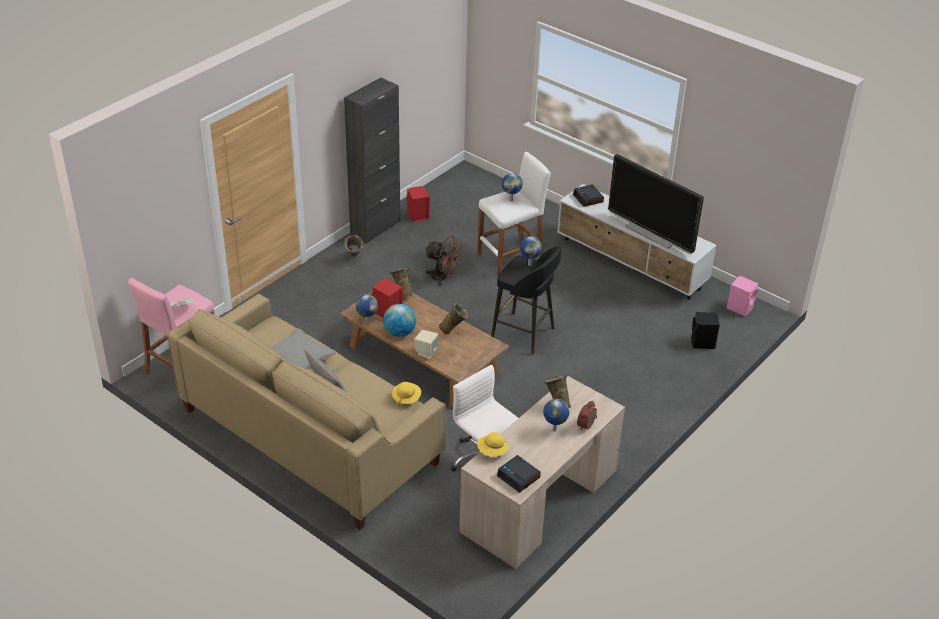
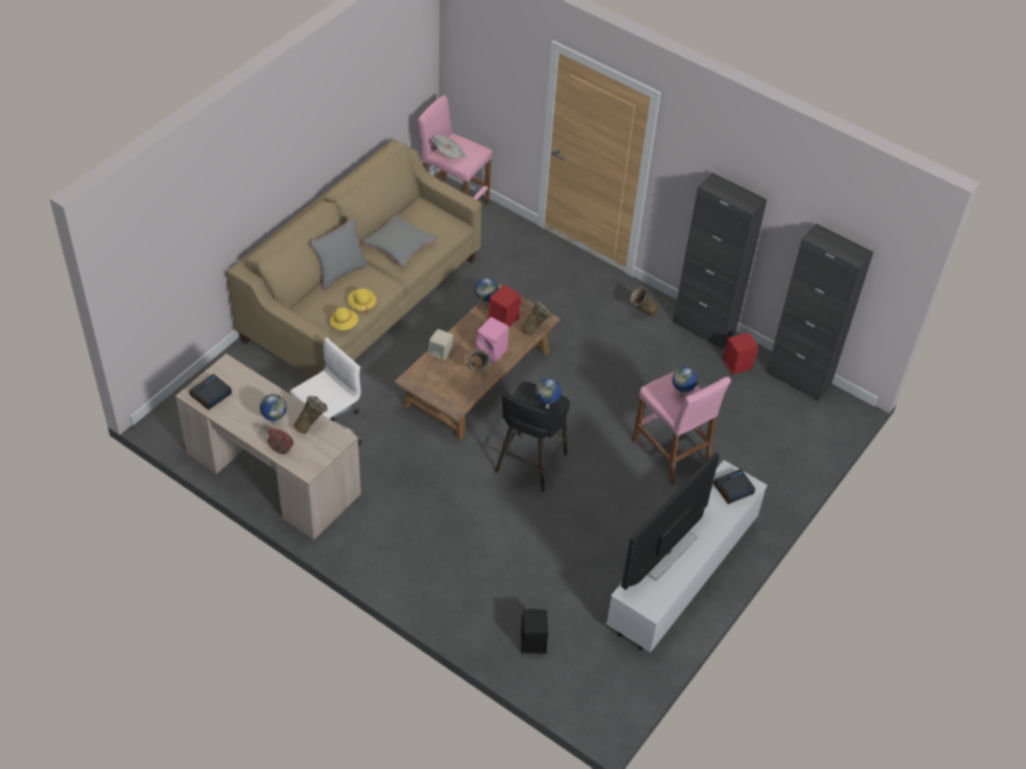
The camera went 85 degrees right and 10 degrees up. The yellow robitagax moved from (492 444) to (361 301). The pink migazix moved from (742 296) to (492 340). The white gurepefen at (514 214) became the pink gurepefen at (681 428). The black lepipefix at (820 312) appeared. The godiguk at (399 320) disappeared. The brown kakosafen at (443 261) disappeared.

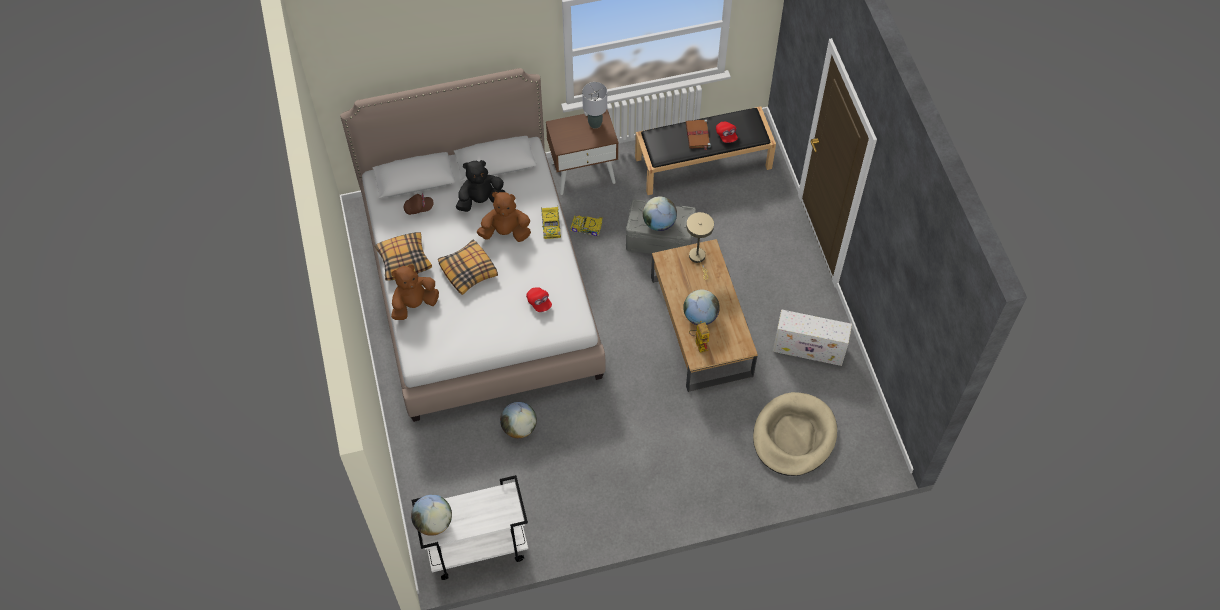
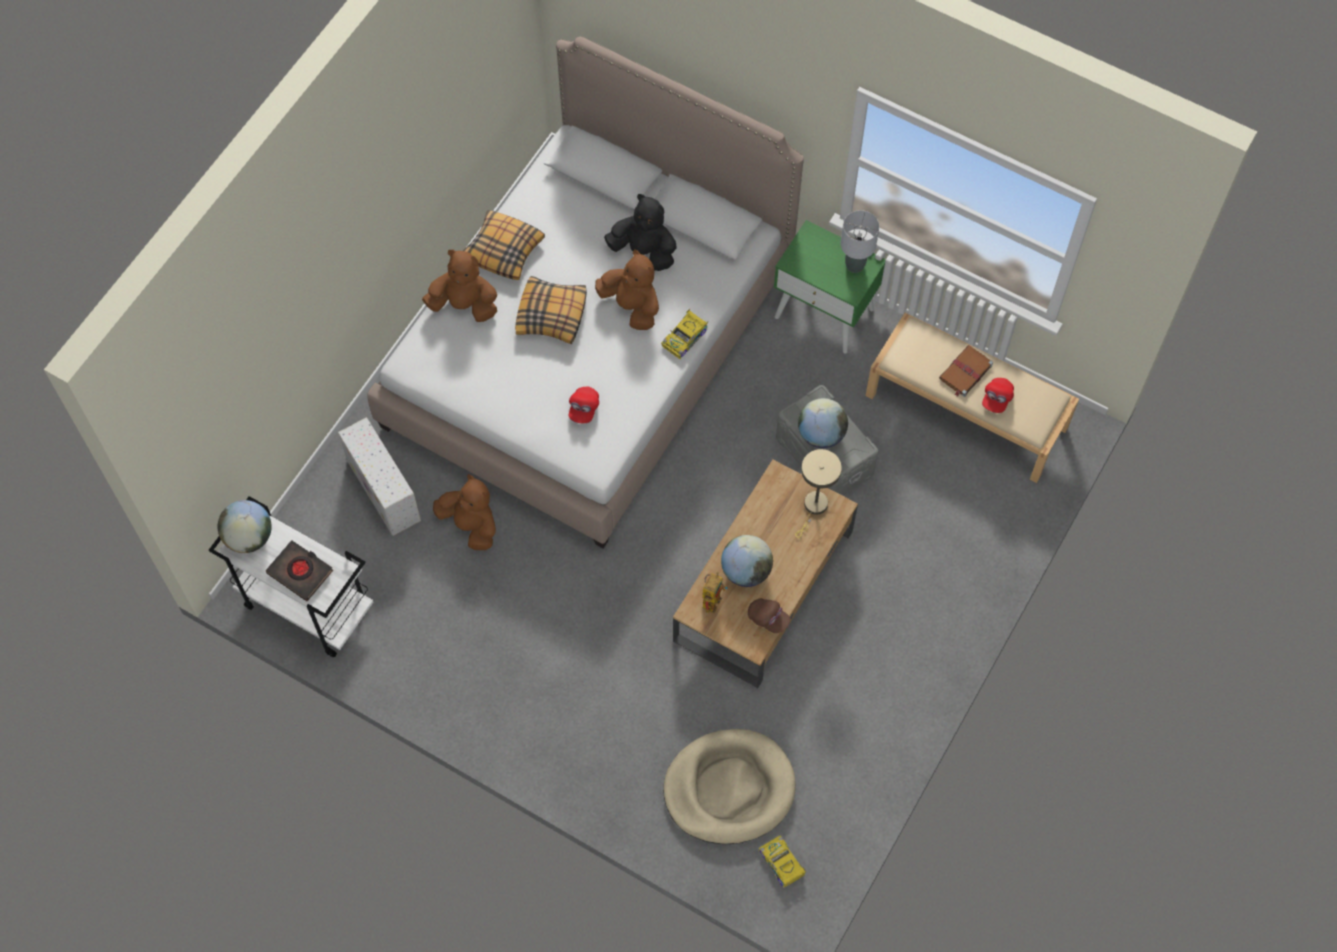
The camera went 45 degrees right and 5 degrees up. The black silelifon at (299 570) appeared. The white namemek moved from (812 337) to (379 476). The godiguk at (518 420) was replaced by the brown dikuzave at (464 512). The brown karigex moved from (418 204) to (769 615). The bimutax moved from (587 225) to (782 861). The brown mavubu at (582 152) became the green mavubu at (830 287). The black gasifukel at (705 150) became the beige gasifukel at (972 398).

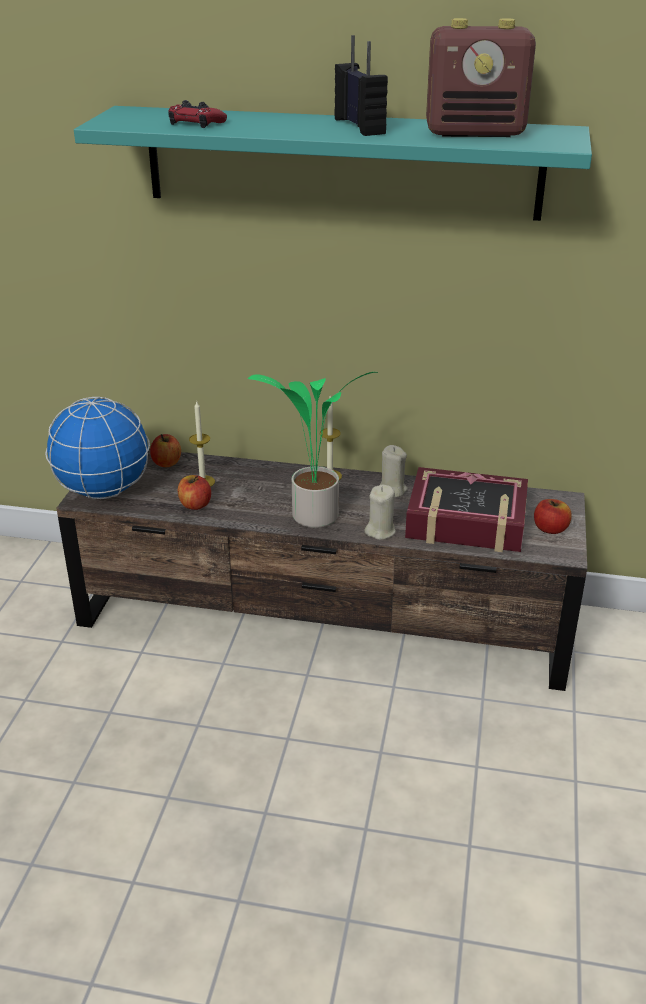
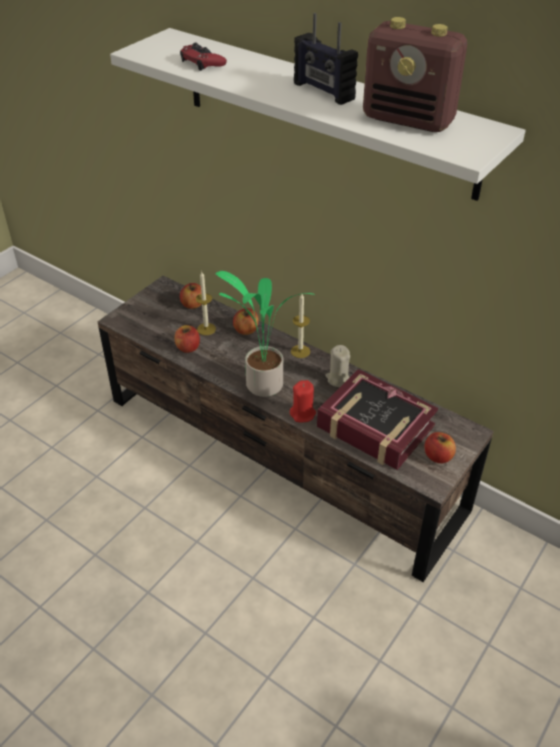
The camera went 25 degrees right and 10 degrees up. The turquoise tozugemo at (333 163) became the white tozugemo at (318 114). The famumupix at (246 321) appeared. The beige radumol at (380 512) became the red radumol at (303 401). The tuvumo at (361 85) turned 135 degrees clockwise. The godiguk at (97 448) disappeared.

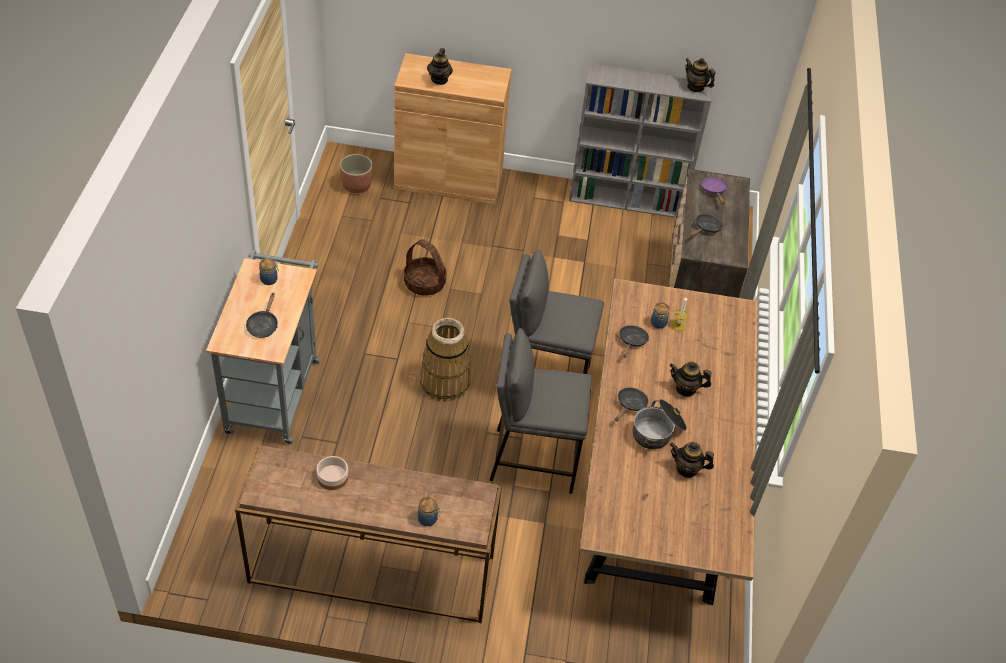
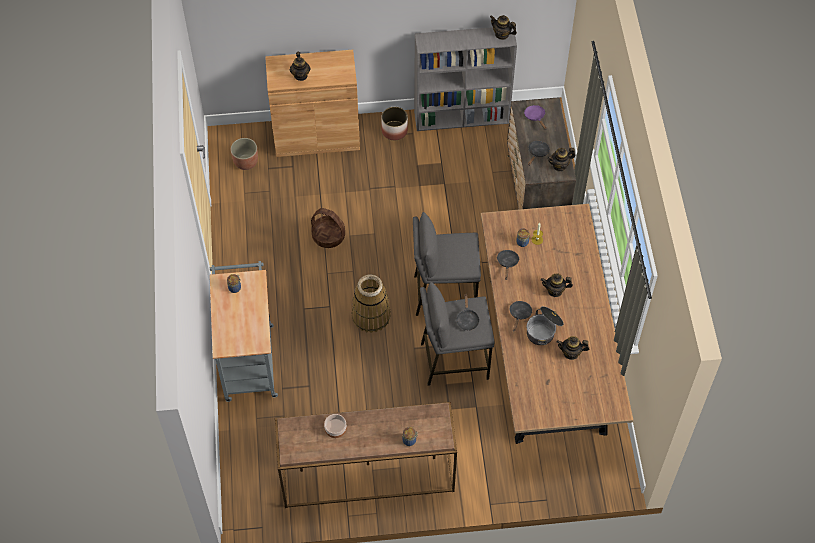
The camera went 10 degrees left and 10 degrees up. The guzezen at (394 123) appeared. The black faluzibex moved from (262 315) to (468 312). The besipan at (561 159) appeared.

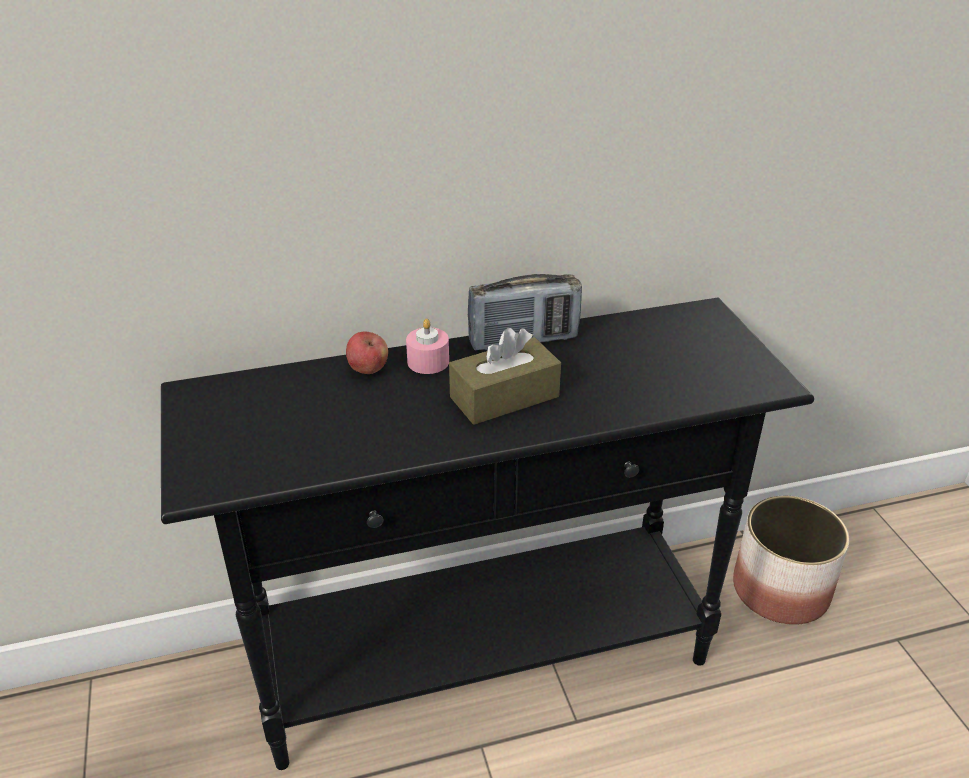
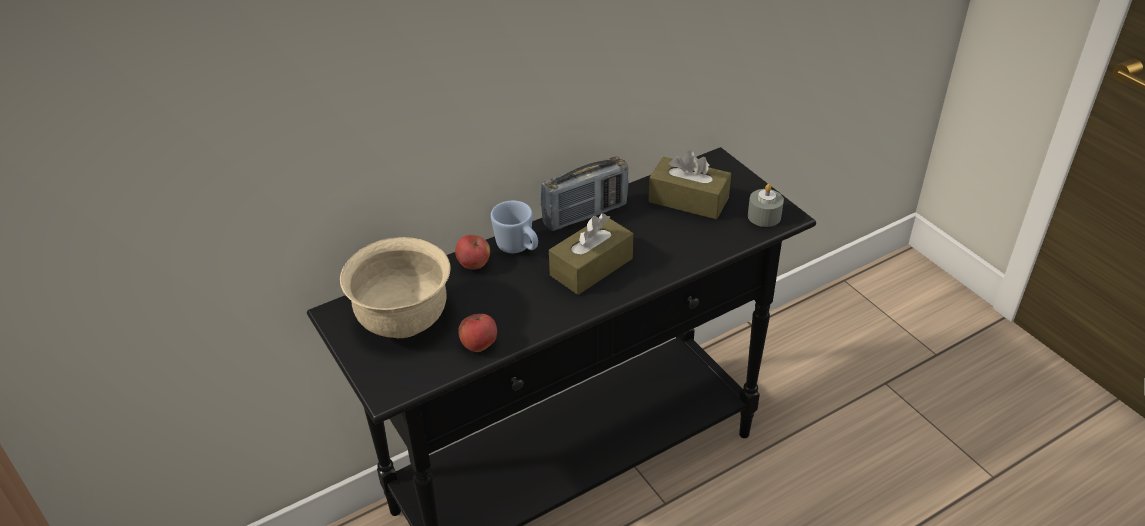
The camera went 15 degrees left and 5 degrees up. The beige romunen at (395 287) appeared. The famumupix at (477 333) appeared. The pink radumol at (427 346) was replaced by the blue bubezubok at (514 227). The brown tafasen at (690 185) appeared. The grey radumol at (766 205) appeared. The guzezen at (791 560) disappeared.

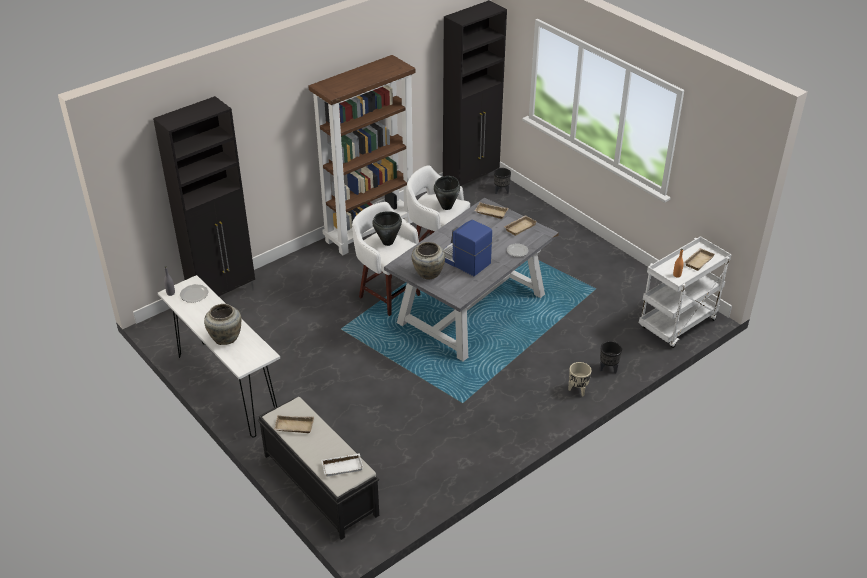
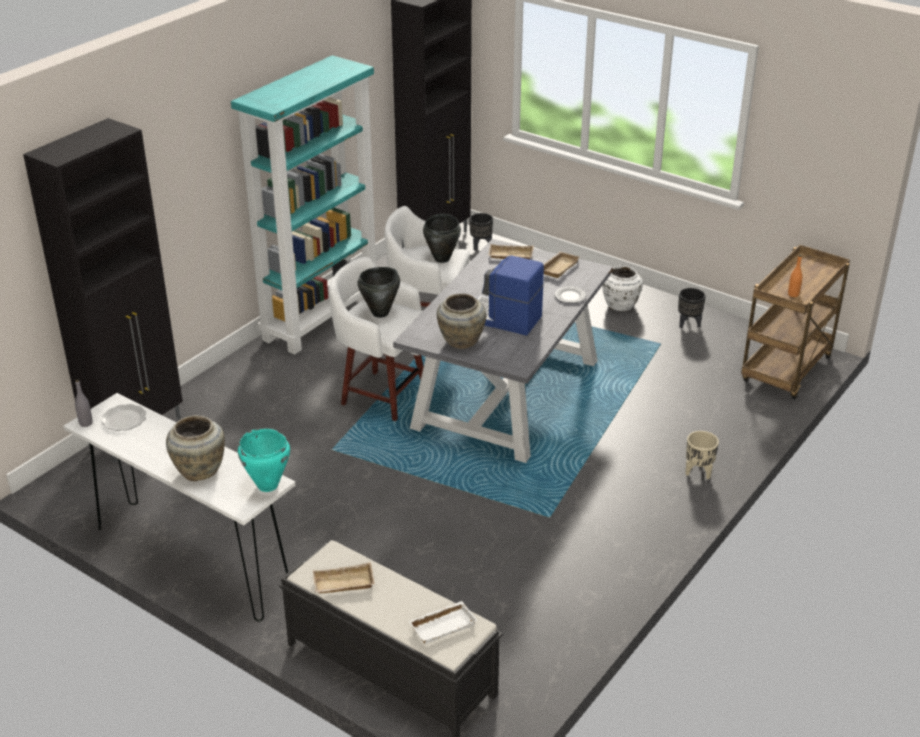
The camera went 15 degrees left and 5 degrees down. The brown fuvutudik at (362 155) became the turquoise fuvutudik at (303 205). The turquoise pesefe at (264 460) appeared. The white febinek at (622 288) appeared. The black guzezen moved from (611 357) to (692 308). The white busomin at (685 292) became the brown busomin at (795 322). The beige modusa at (700 259) disappeared.

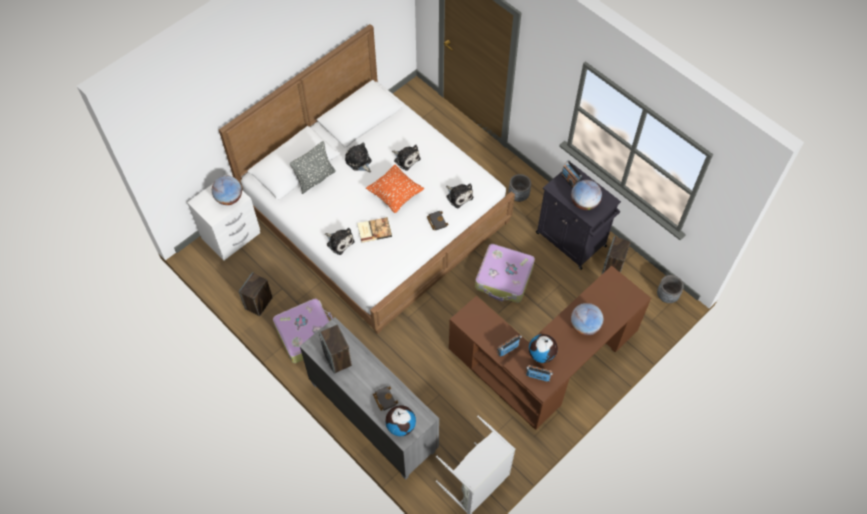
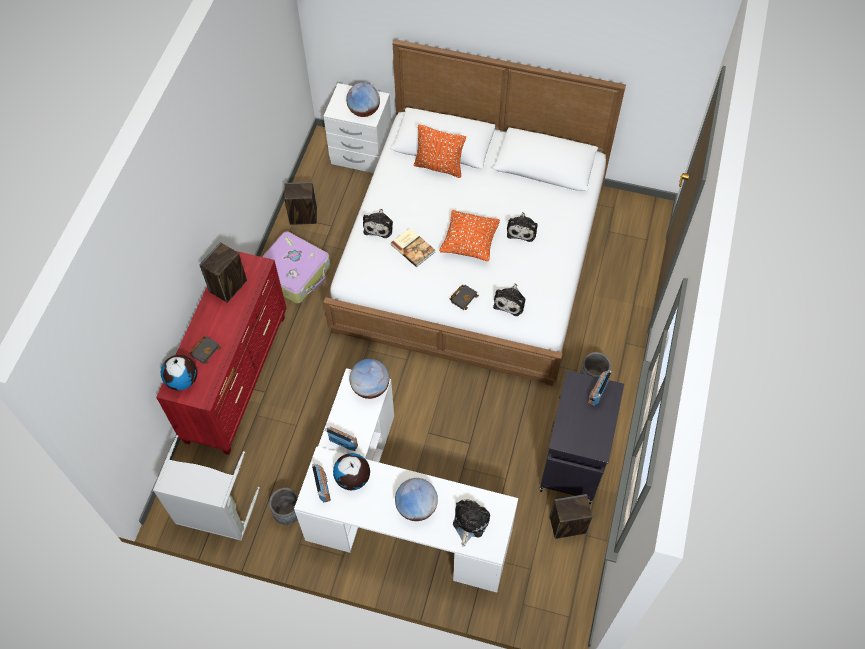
The camera went 60 degrees right and 0 degrees up. The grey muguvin at (369 398) became the red muguvin at (221 353). The grey guzezen moved from (670 289) to (283 506). The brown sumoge at (550 348) became the white sumoge at (406 480). The godiguk moved from (586 195) to (369 379). The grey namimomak at (313 167) became the orange namimomak at (440 151). The dikuzave moved from (358 157) to (471 523). The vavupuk at (505 273) disappeared.

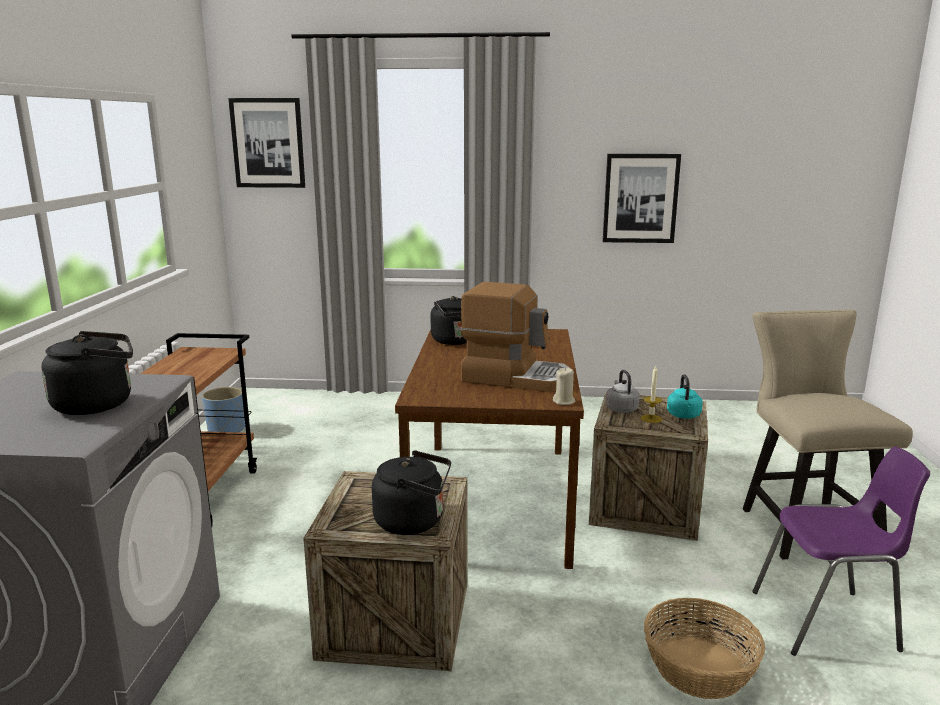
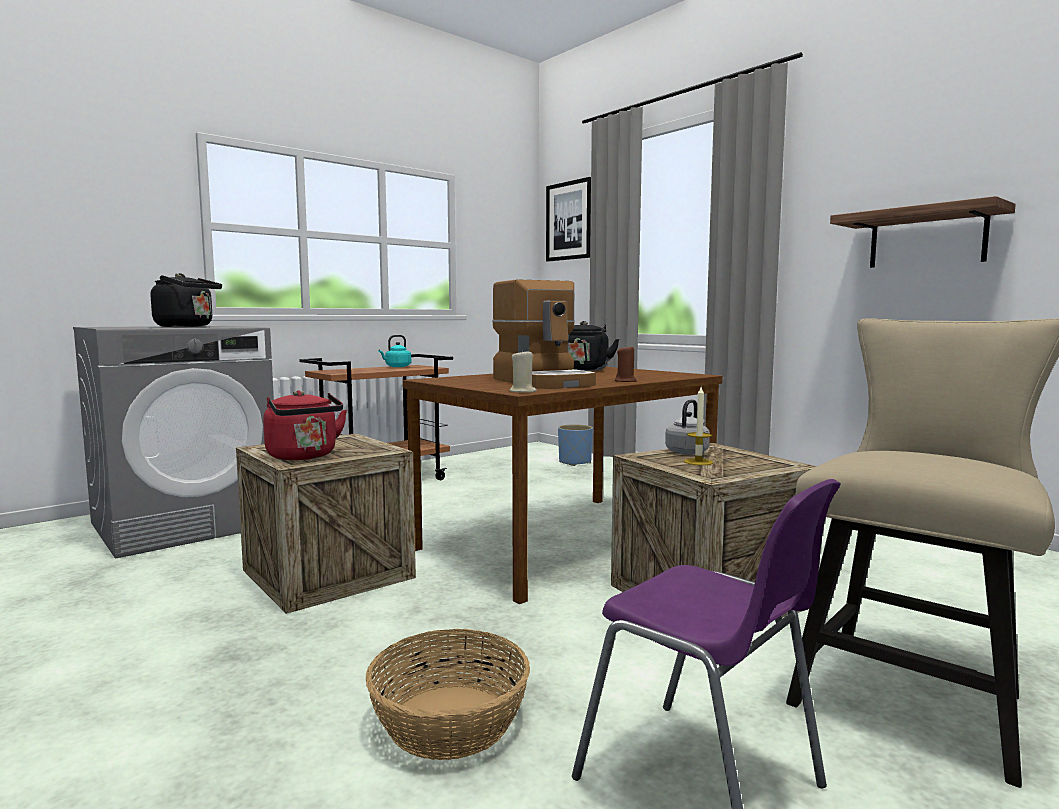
The camera went 45 degrees right and 10 degrees down. The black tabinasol at (411 492) became the red tabinasol at (305 425). The turquoise tabinasol moved from (685 396) to (394 351). The blue guzezen moved from (223 409) to (575 445). The brown radumol at (626 364) appeared. The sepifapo at (642 198) was replaced by the tozugemo at (923 232).

